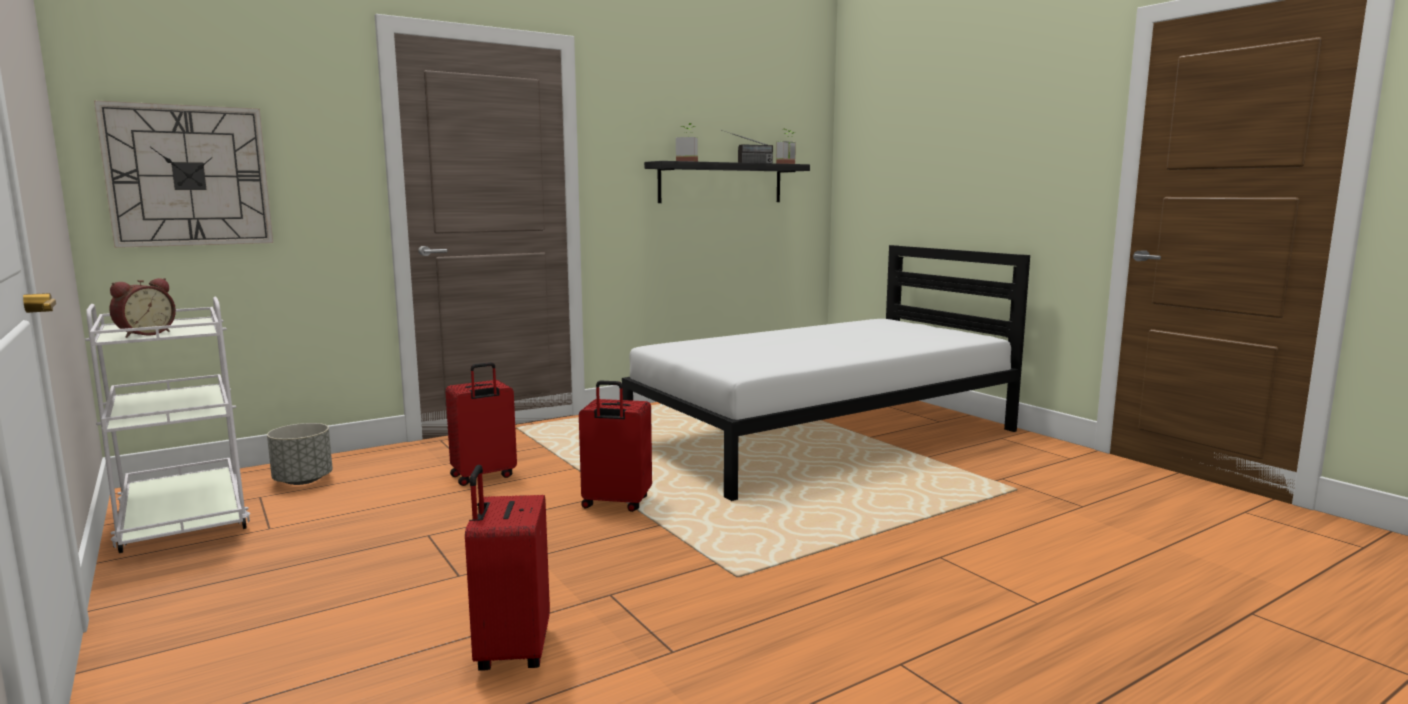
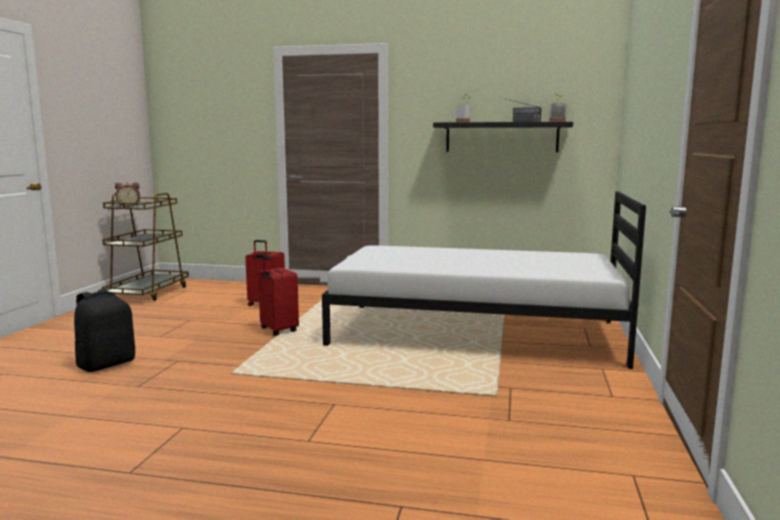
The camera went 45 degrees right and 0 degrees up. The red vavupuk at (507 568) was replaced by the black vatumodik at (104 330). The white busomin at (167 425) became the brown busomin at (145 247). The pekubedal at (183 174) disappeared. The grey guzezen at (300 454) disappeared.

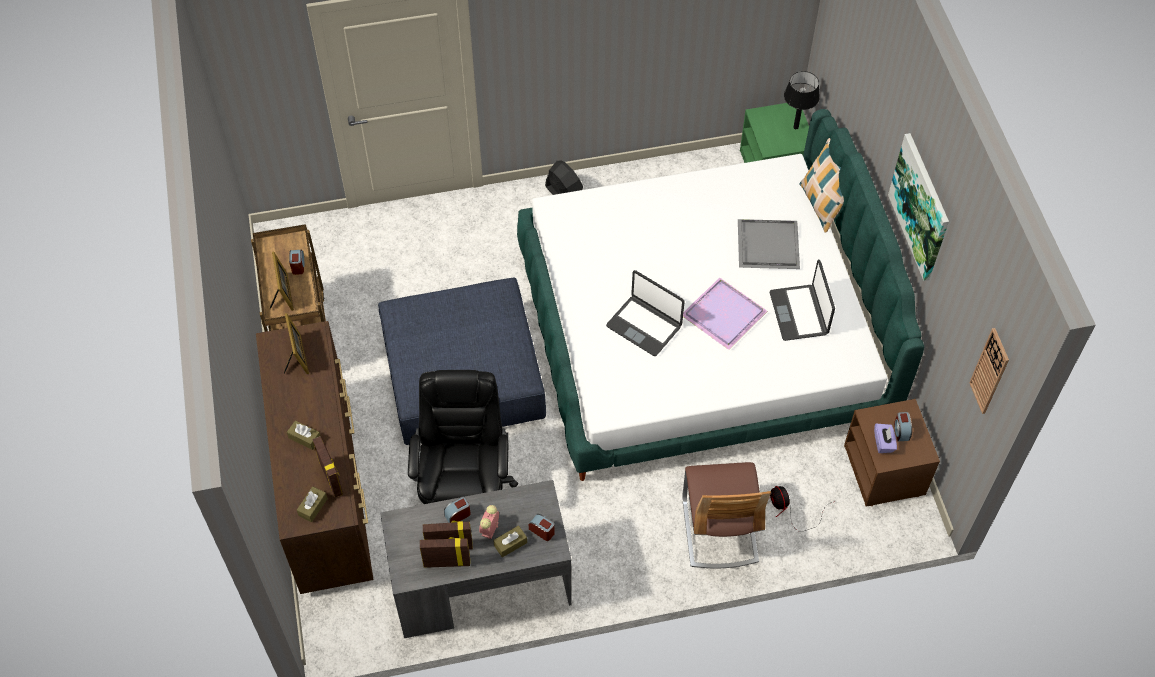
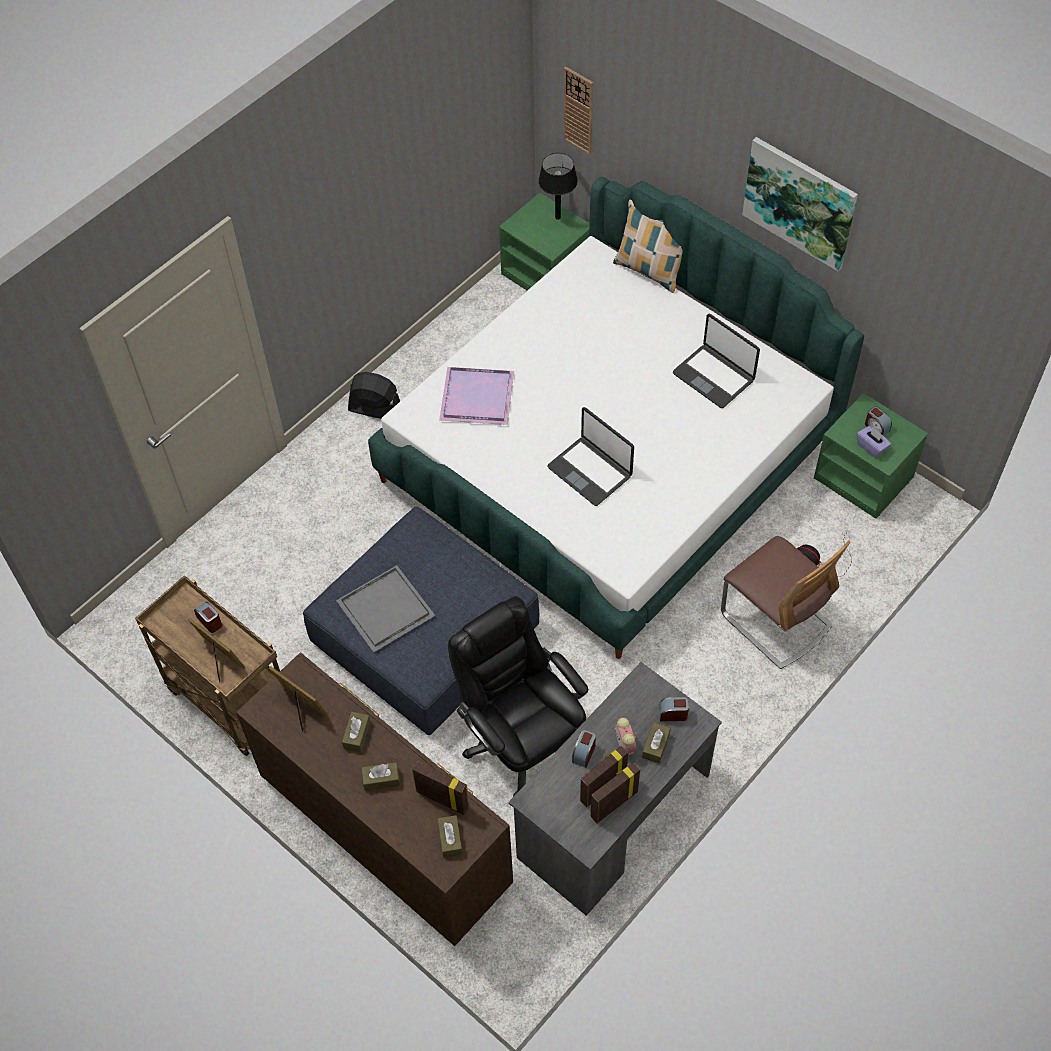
The camera went 35 degrees left and 0 degrees up. The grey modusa moved from (769 244) to (385 608). The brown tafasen at (356 732) appeared. The purple modusa moved from (725 314) to (476 396). The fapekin at (645 313) turned 45 degrees clockwise. The pekubedal moved from (989 371) to (578 111). The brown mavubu at (892 453) became the green mavubu at (871 456).

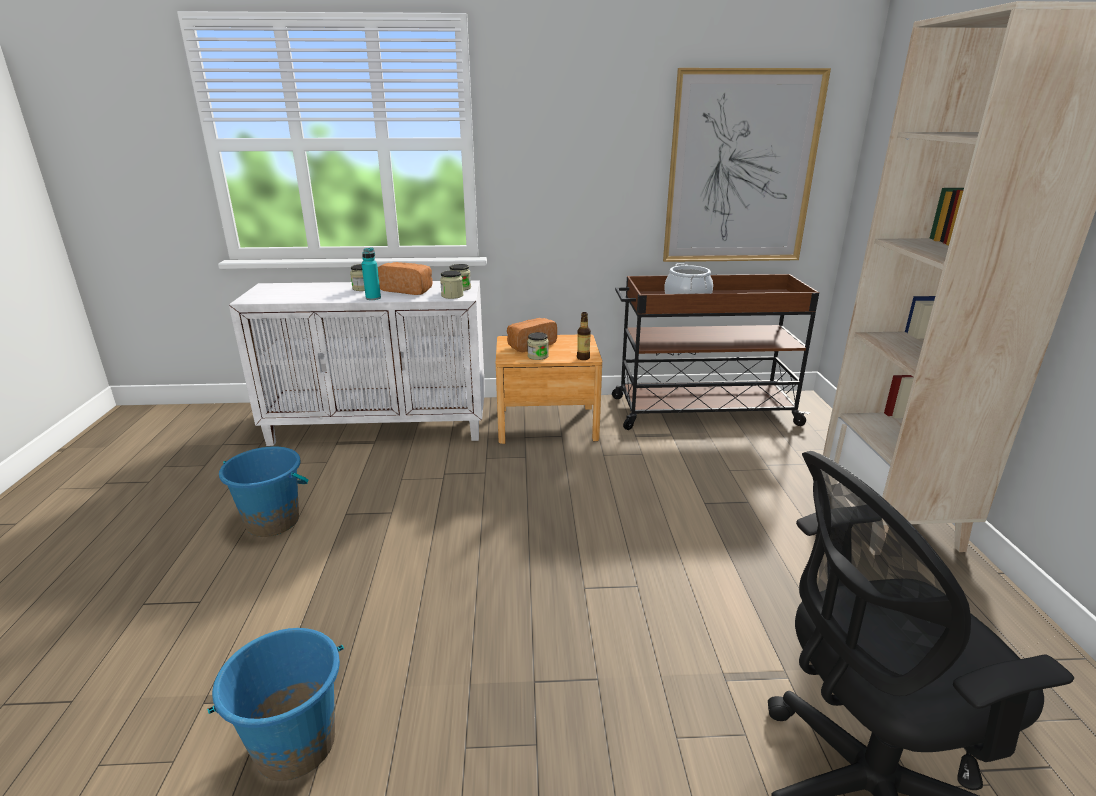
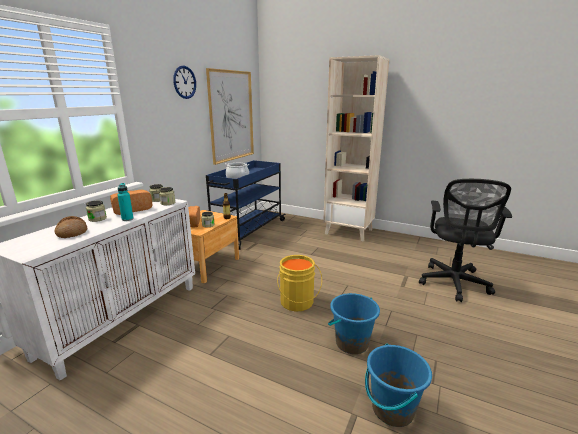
The camera went 60 degrees left and 5 degrees down. The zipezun at (70 227) appeared. The pekubedal at (184 82) appeared. The brown busomin at (715 352) became the blue busomin at (246 205). The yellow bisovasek at (299 283) appeared. The blue bisovasek moved from (263 491) to (354 323).

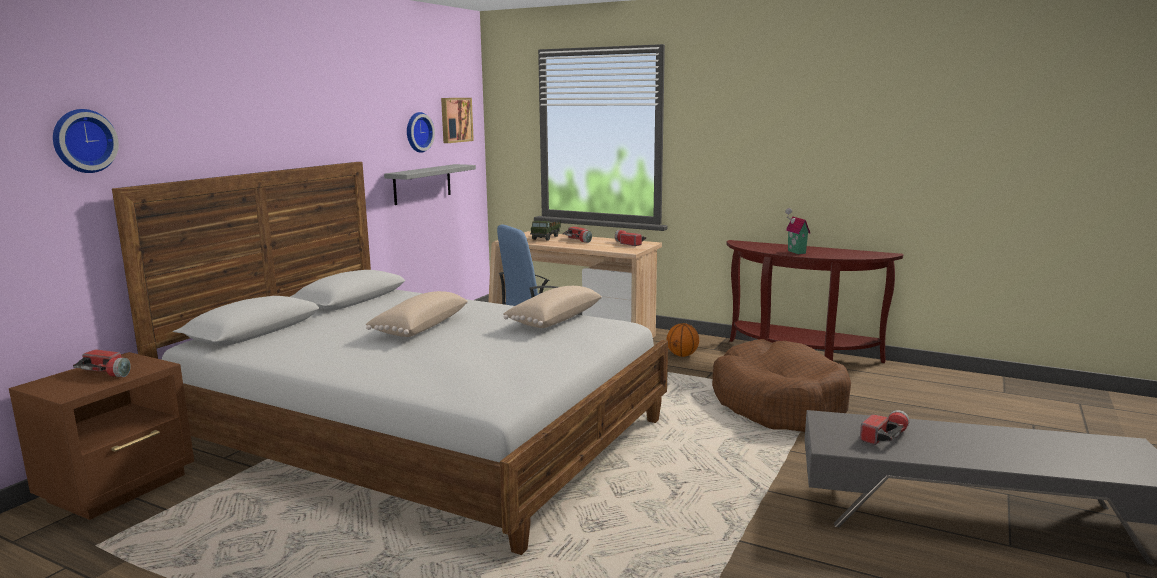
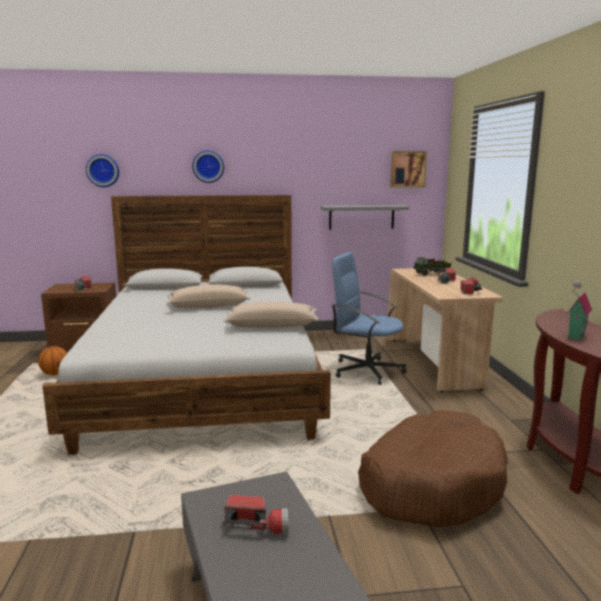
The camera went 55 degrees right and 0 degrees up. The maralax moved from (682 340) to (52 360). The pekubedal moved from (421 132) to (208 166).

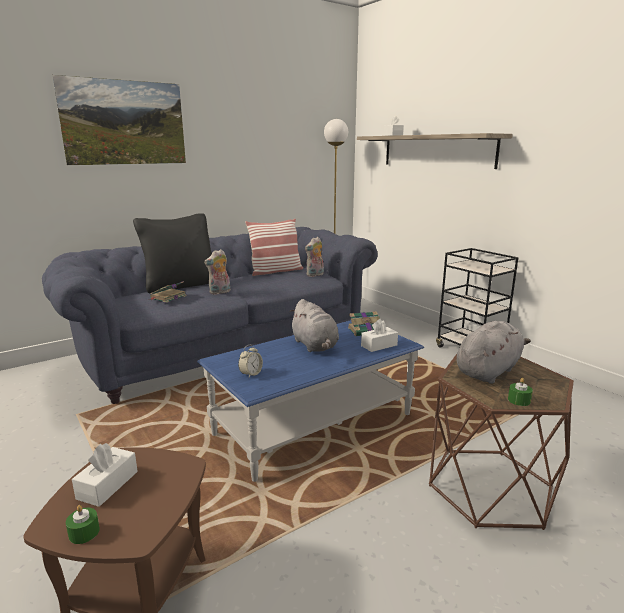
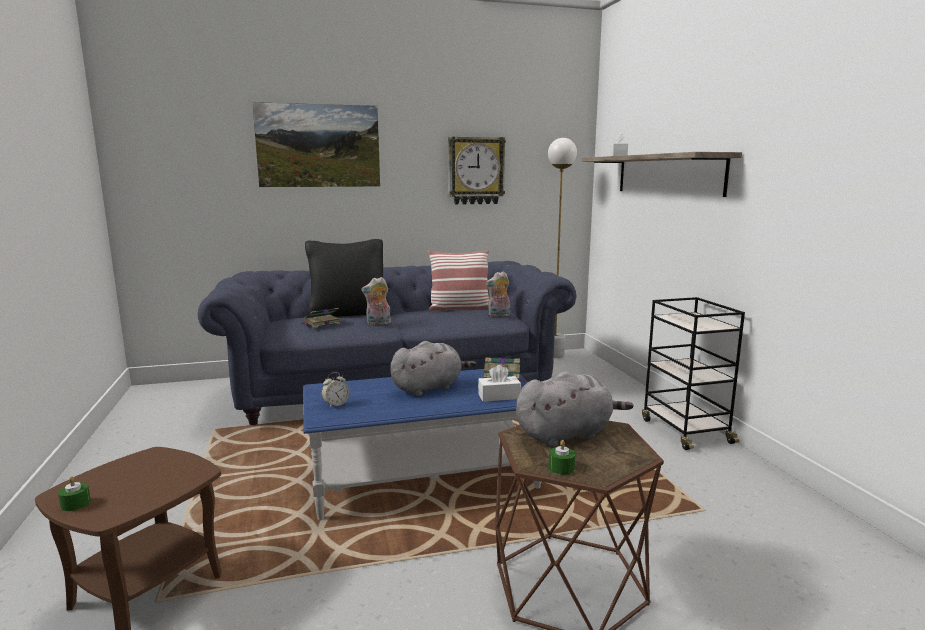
The camera went 20 degrees right and 5 degrees down. The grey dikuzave at (314 325) turned 120 degrees counterclockwise. The pekubedal at (477 171) appeared. The white tafasen at (105 475) disappeared.

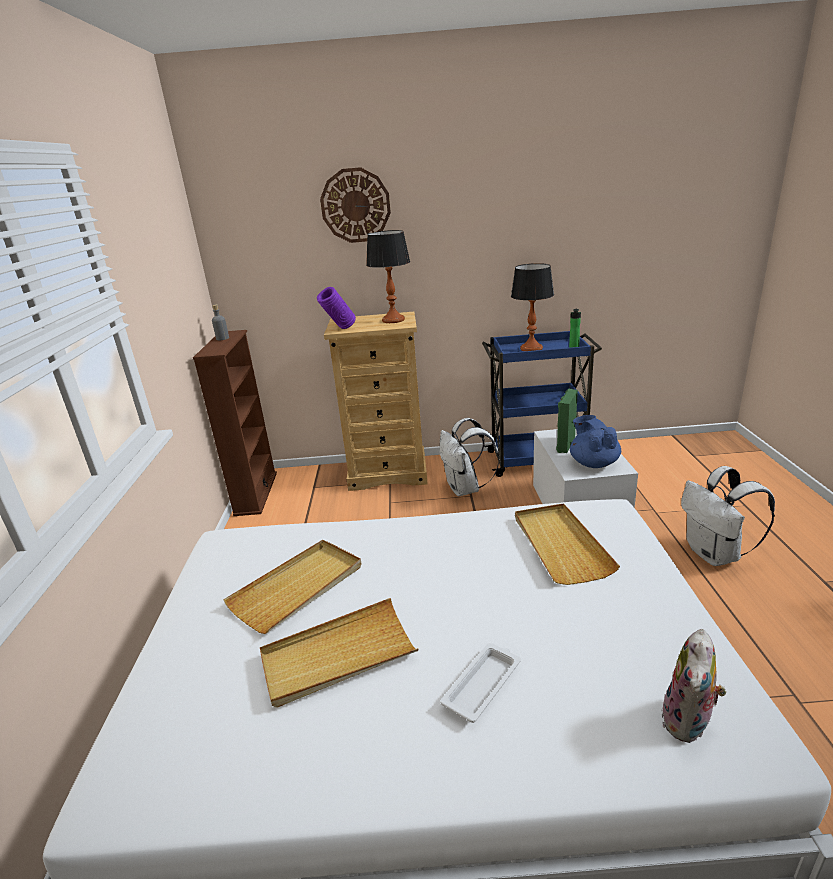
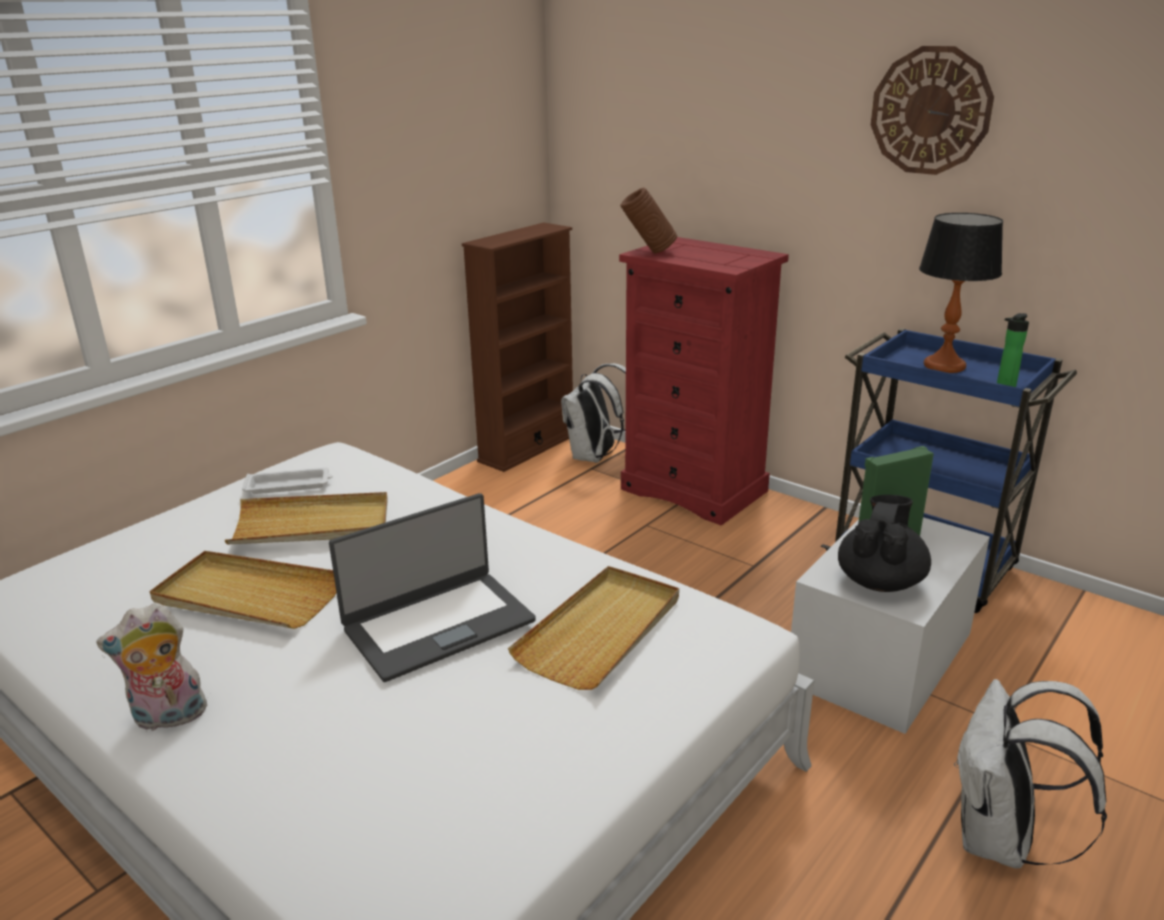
The camera went 40 degrees right and 0 degrees up. The dikuzave moved from (694 686) to (151 666). The white modusa moved from (480 683) to (287 481). The fapekin at (432 587) appeared. The white vatumodik moved from (469 457) to (593 413). The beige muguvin at (376 401) became the red muguvin at (704 381). The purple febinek at (336 308) became the brown febinek at (648 221). The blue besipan at (595 441) became the black besipan at (884 543). The pekubedal moved from (355 205) to (932 110). The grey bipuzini at (220 322) disappeared. The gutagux at (388 276) disappeared.

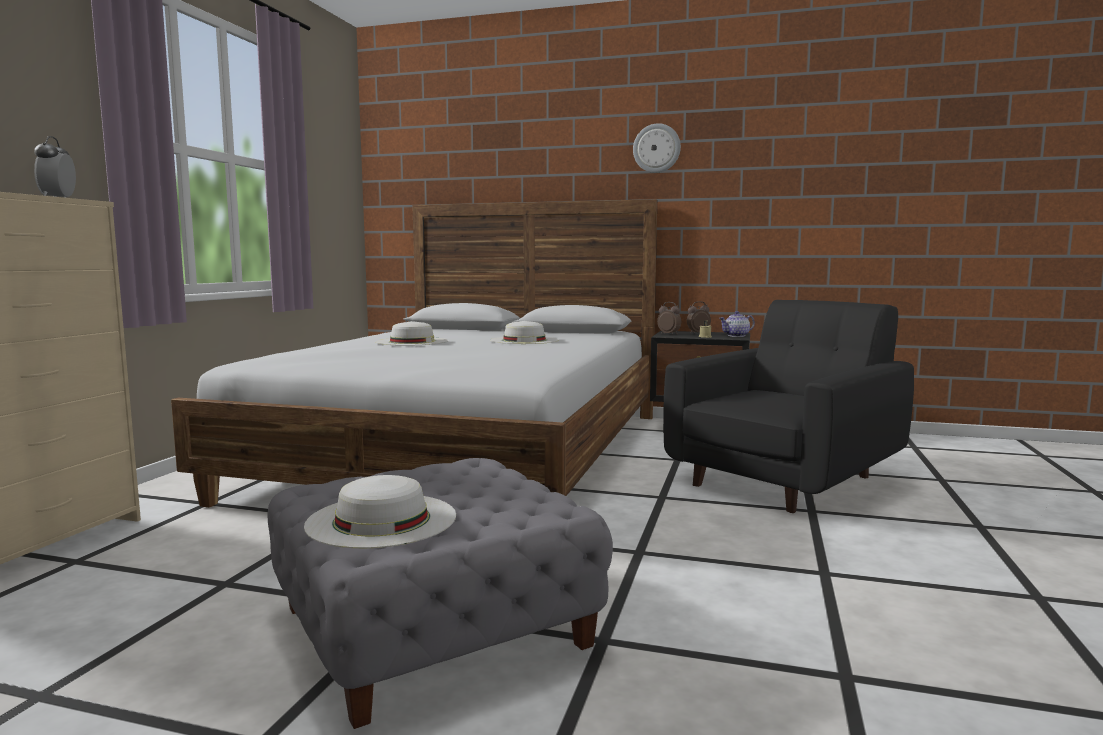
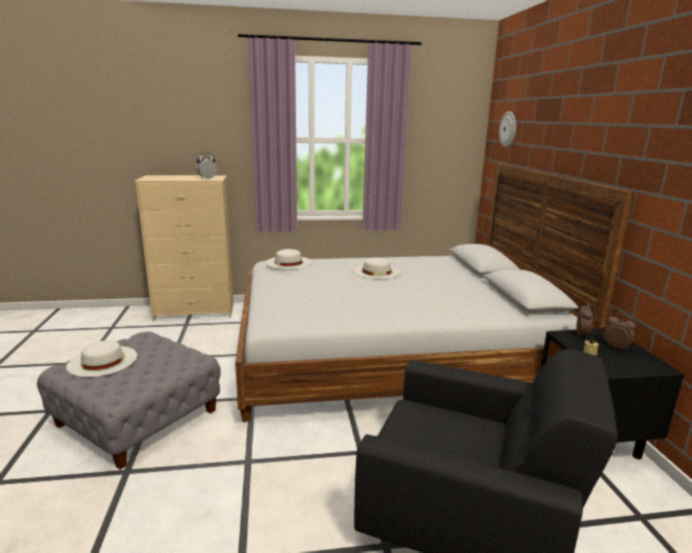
The camera went 65 degrees right and 10 degrees up. The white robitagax moved from (524 332) to (288 259). The pekubedal moved from (657 148) to (507 129). The besipan at (737 324) disappeared.

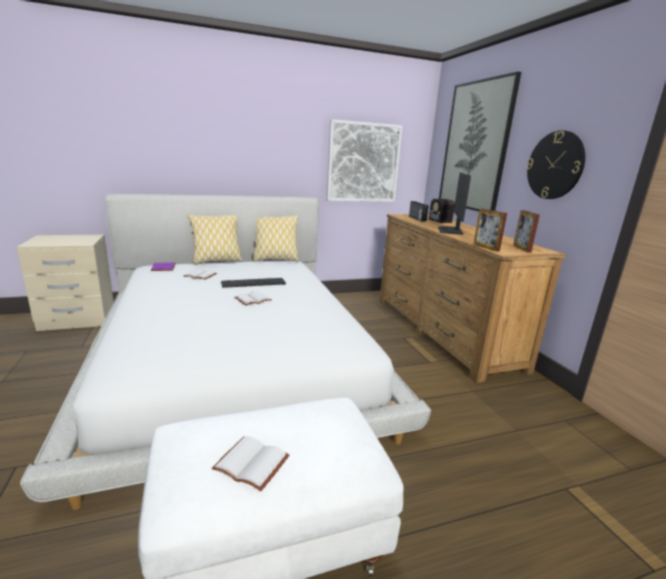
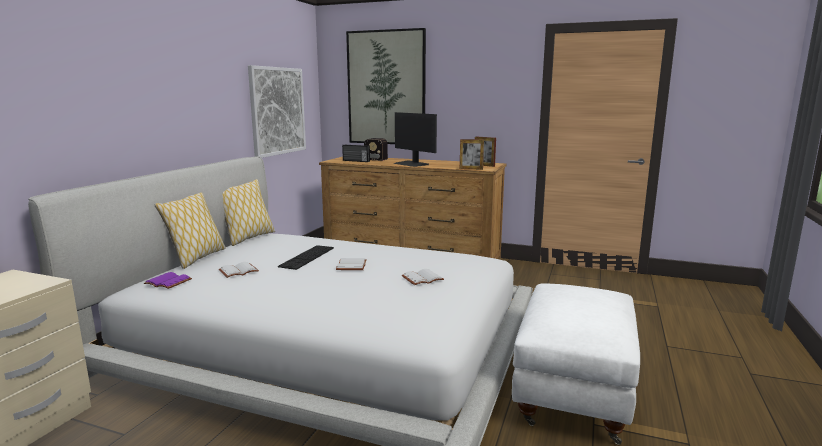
The camera went 50 degrees left and 5 degrees down. The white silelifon moved from (250 463) to (423 277). The pekubedal at (555 164) disappeared.

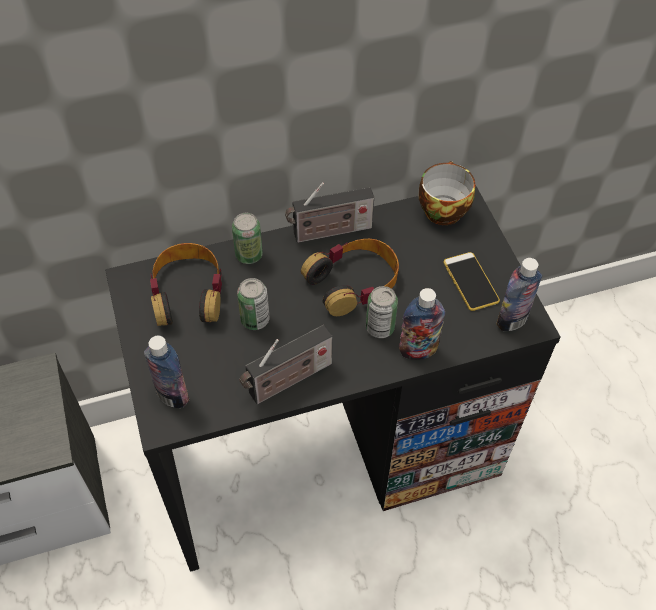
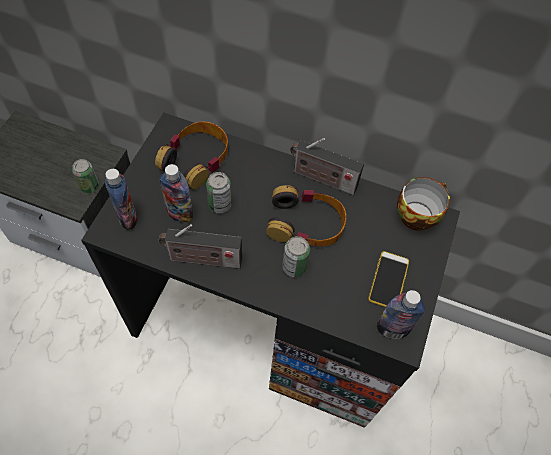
The camera went 35 degrees right and 5 degrees up. The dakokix moved from (247 238) to (85 176). The bipuzini moved from (422 324) to (176 193).

